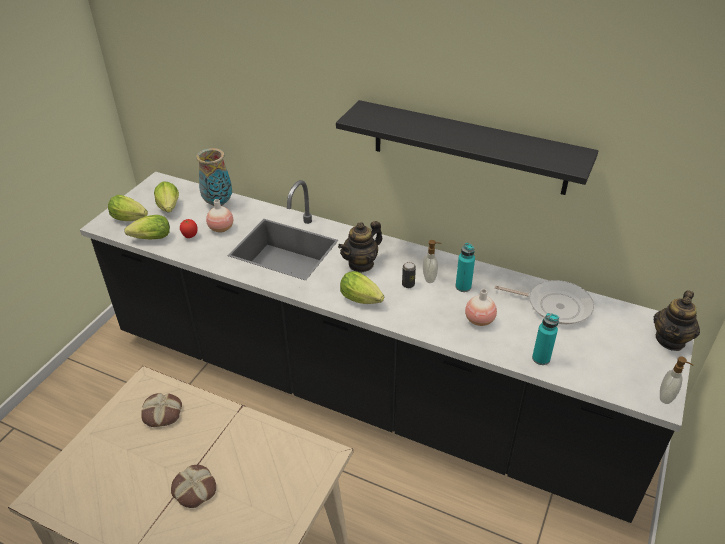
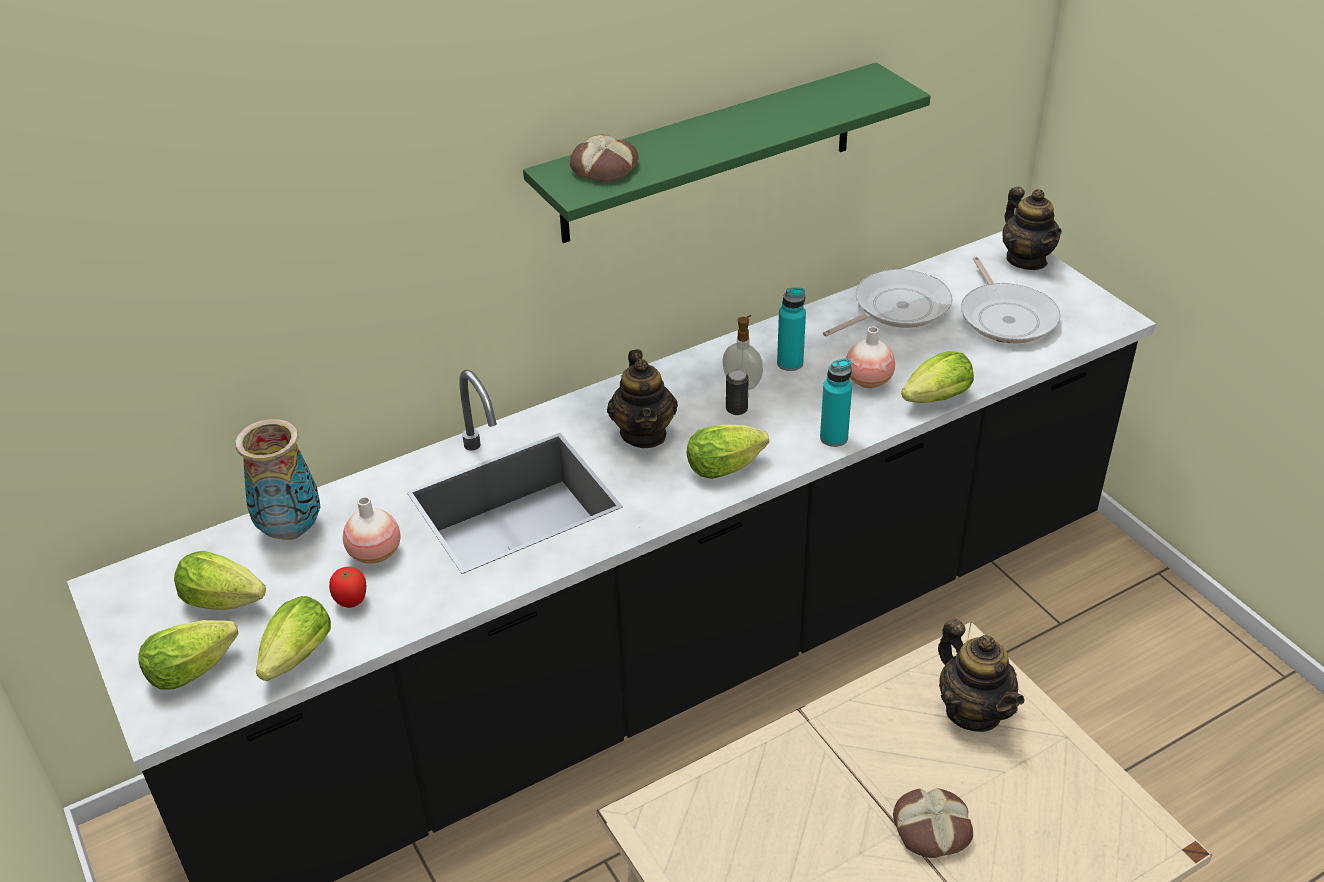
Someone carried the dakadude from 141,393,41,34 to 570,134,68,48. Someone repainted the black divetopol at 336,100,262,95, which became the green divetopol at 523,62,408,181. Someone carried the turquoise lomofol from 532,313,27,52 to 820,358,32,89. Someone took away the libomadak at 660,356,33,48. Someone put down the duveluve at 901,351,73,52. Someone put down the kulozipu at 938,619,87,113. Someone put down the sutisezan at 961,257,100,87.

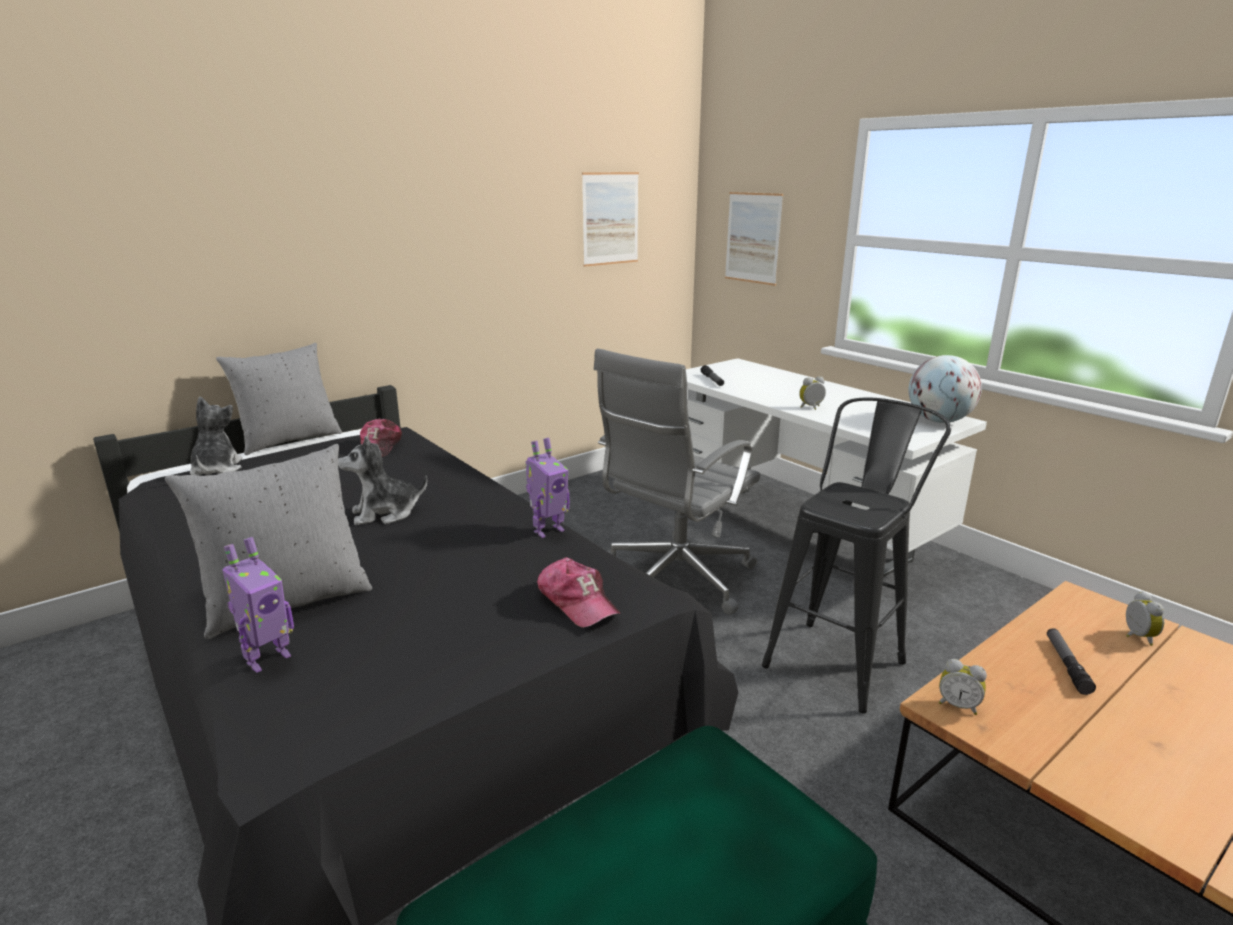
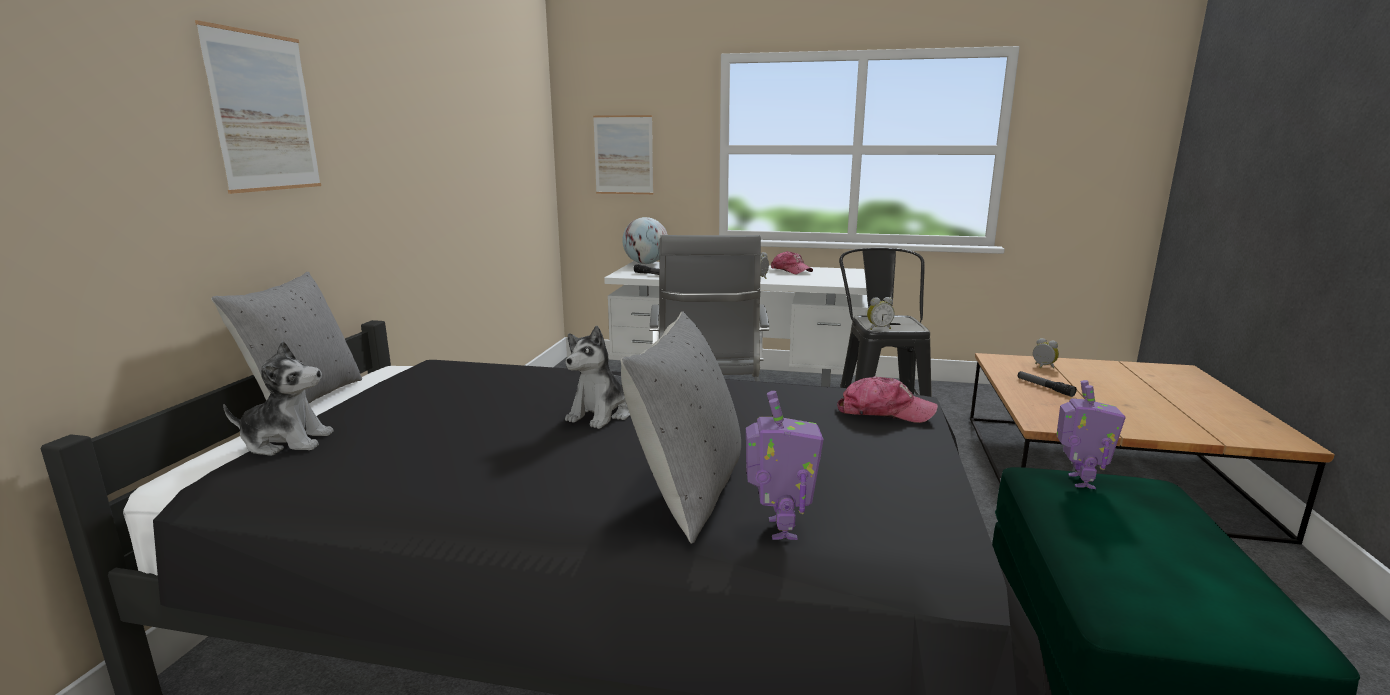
Someone rotated the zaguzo at 190,397,52,79 by 135 degrees clockwise. Someone carried the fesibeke from 360,419,42,38 to 771,251,42,23. Someone carried the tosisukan from 526,438,43,100 to 1056,380,70,109. Someone carried the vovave from 582,172,57,95 to 195,20,126,174. Someone carried the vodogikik from 908,355,74,68 to 622,217,46,47. Someone carried the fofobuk from 939,659,48,56 to 867,297,28,33.

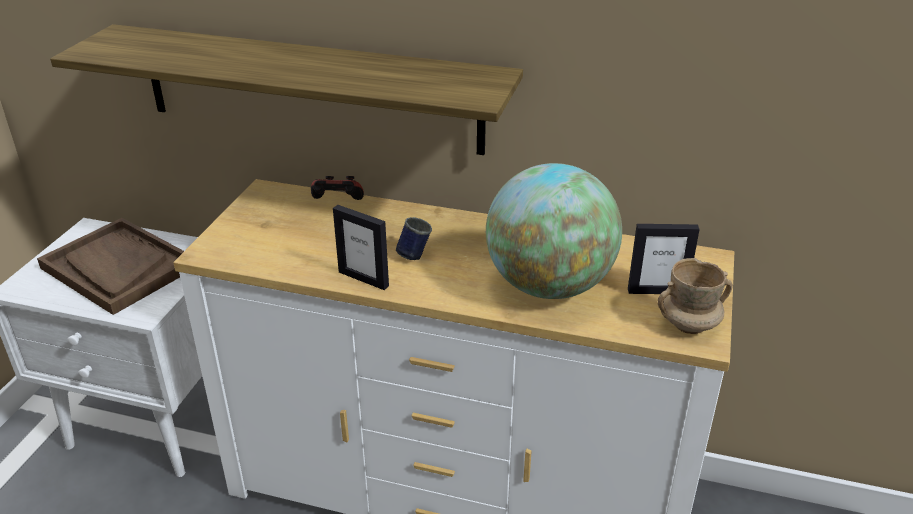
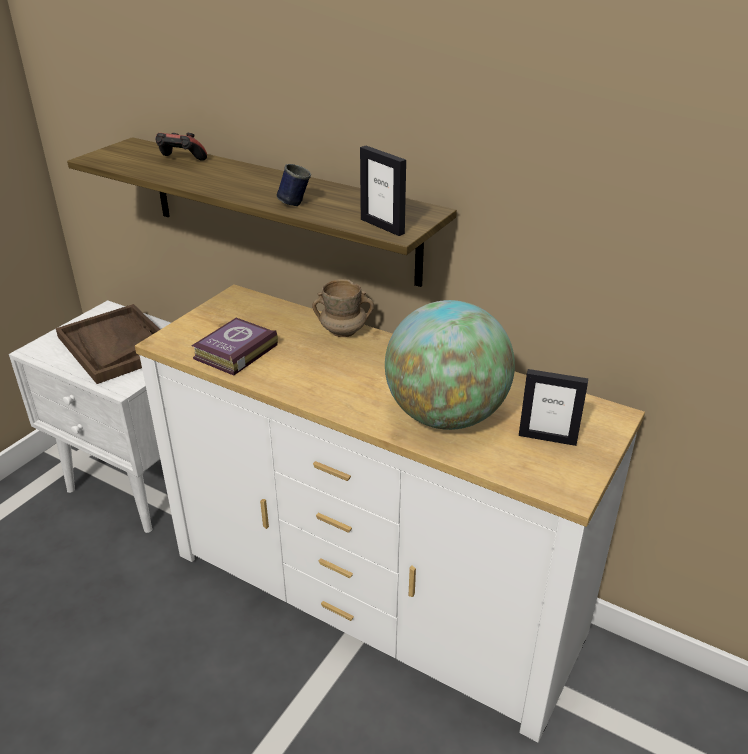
Someone carried the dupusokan from 311,176,53,24 to 155,133,52,28. Someone carried the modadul from 333,205,56,85 to 360,146,46,90. Someone carried the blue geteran from 396,217,36,43 to 277,164,34,42. Someone carried the beige geteran from 658,258,75,76 to 312,279,62,58. Someone put down the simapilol at 191,318,87,58.

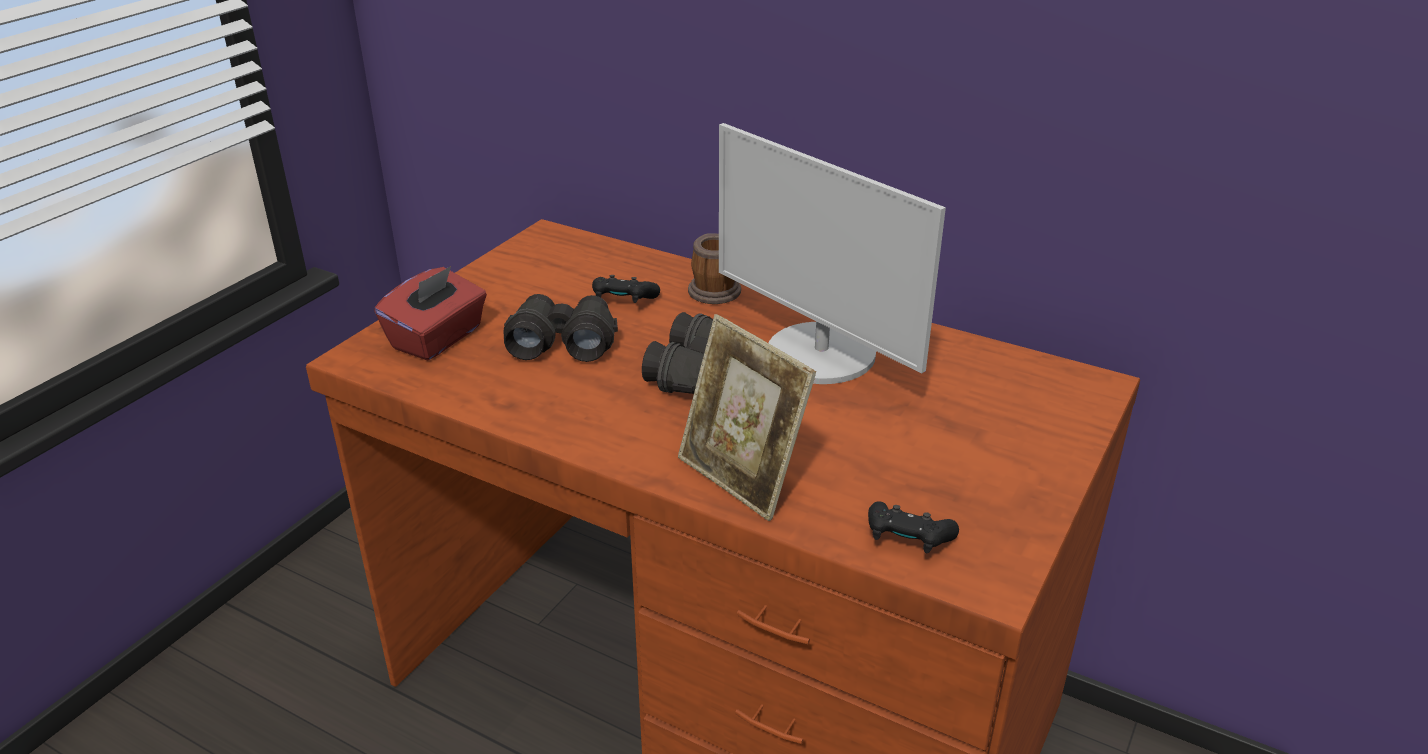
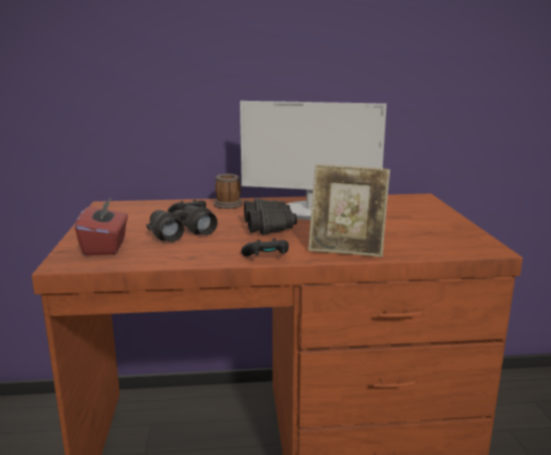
Someone carried the black dupusokan from 868,501,91,52 to 241,238,48,19.

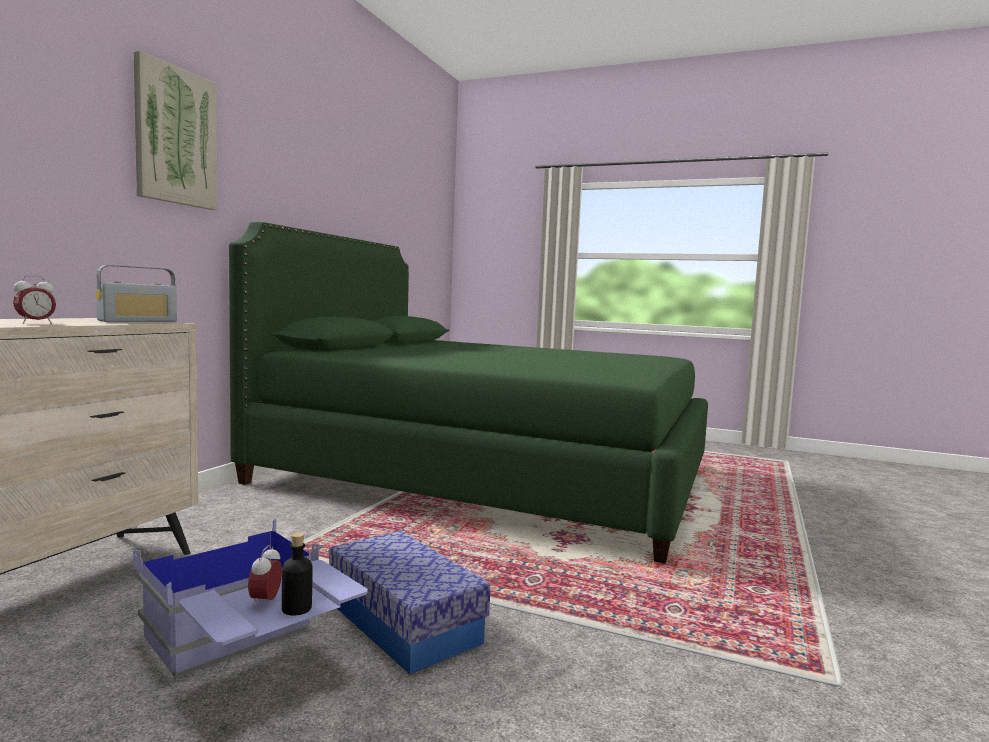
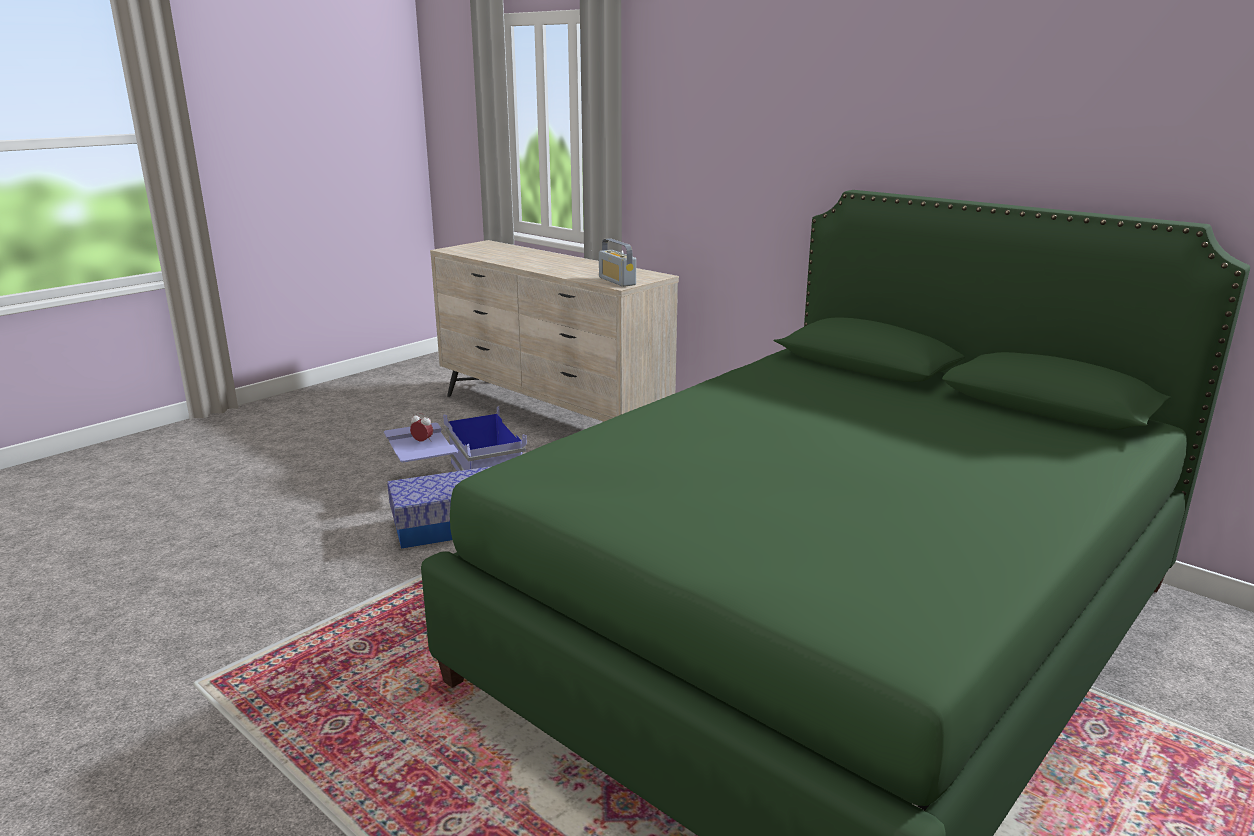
Someone took away the fofobuk at 13,275,43,49. Someone took away the vovave at 133,50,85,160. Someone took away the black lomofol at 282,532,31,84.

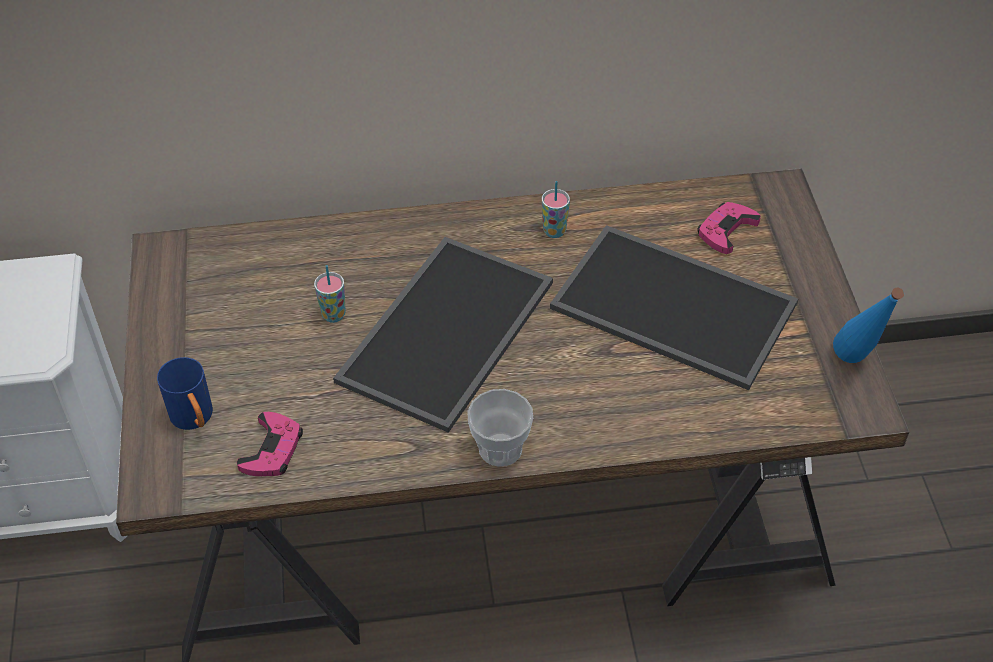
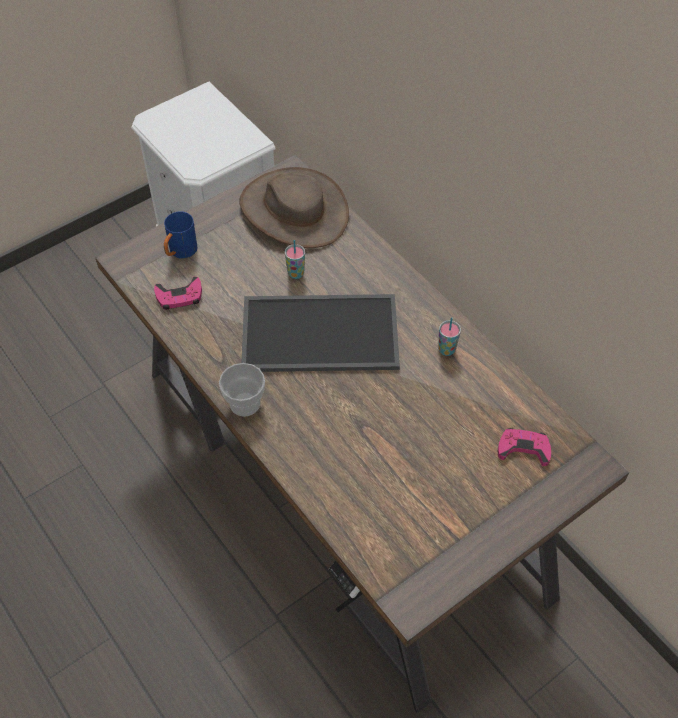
Someone took away the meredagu at 550,225,248,165. Someone took away the blue lomofol at 833,288,71,75. Someone put down the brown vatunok at 240,167,109,81.

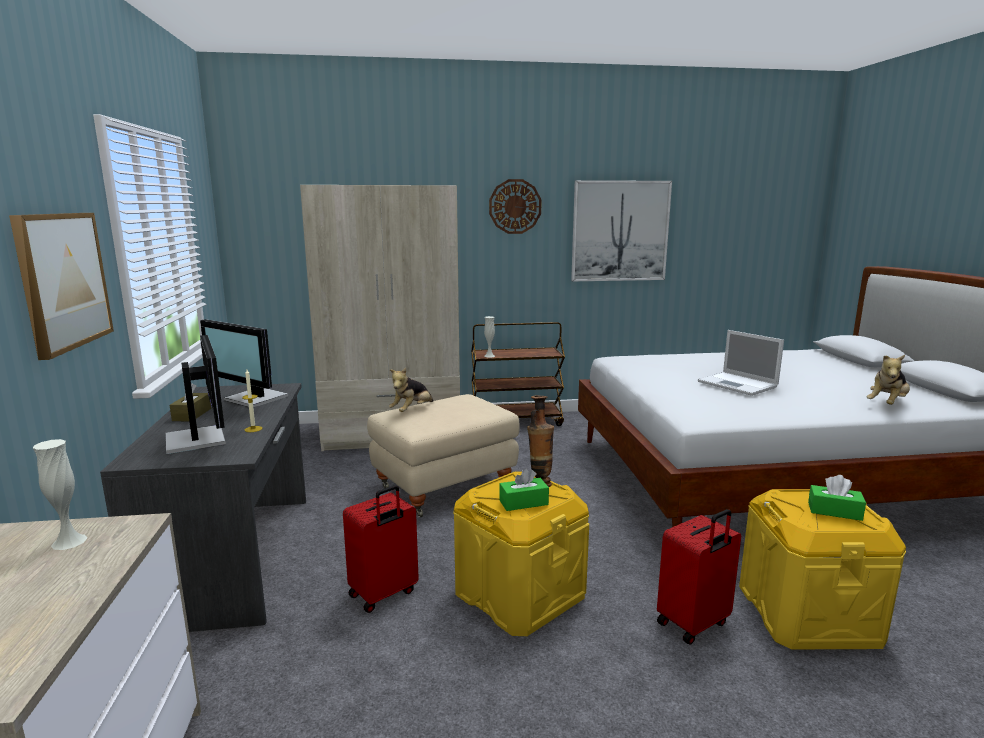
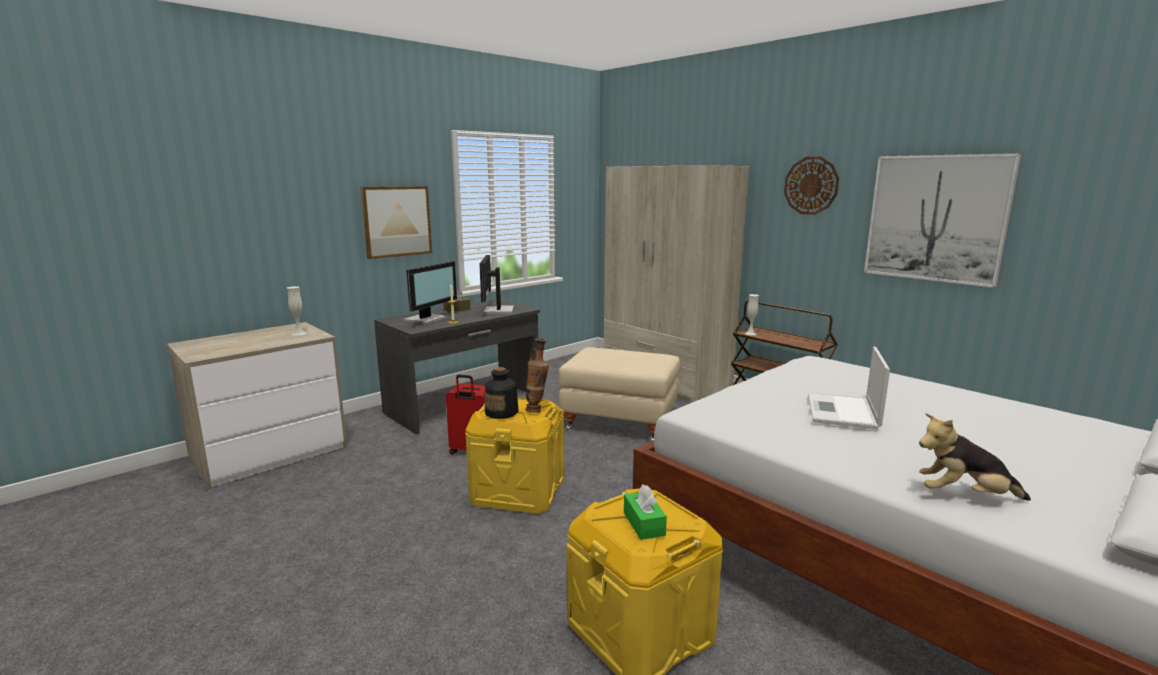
Someone took away the zaguzo at 389,368,44,44. Someone swapped the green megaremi at 499,468,50,43 for the lomofol at 485,367,34,52. Someone took away the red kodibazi at 657,509,84,136.

